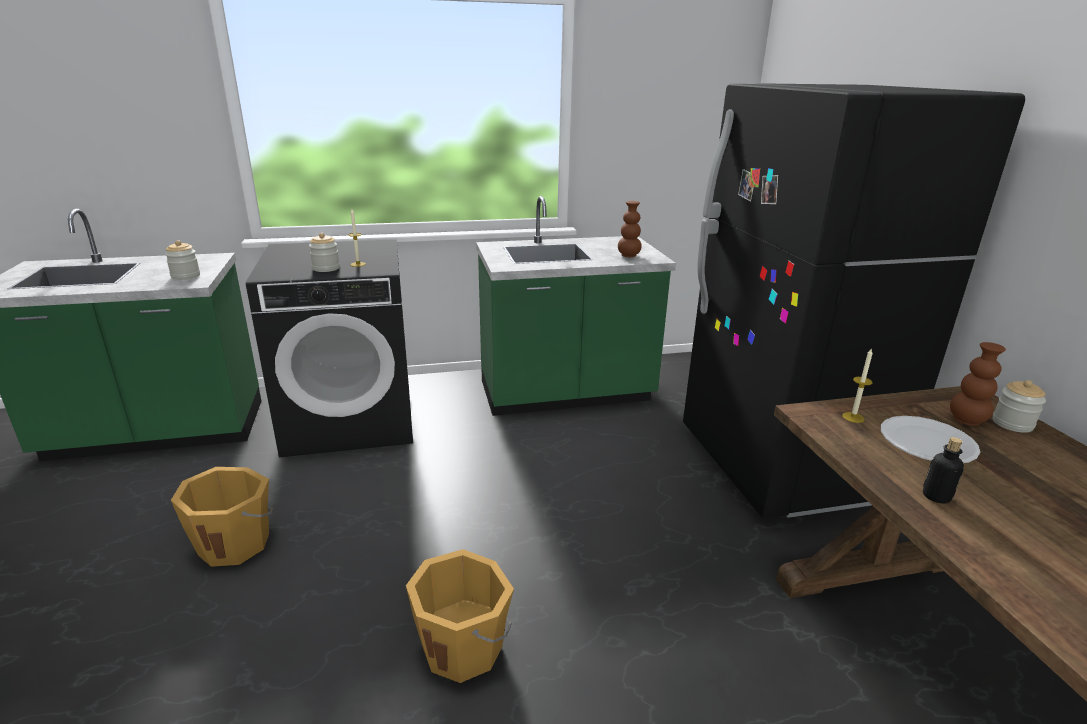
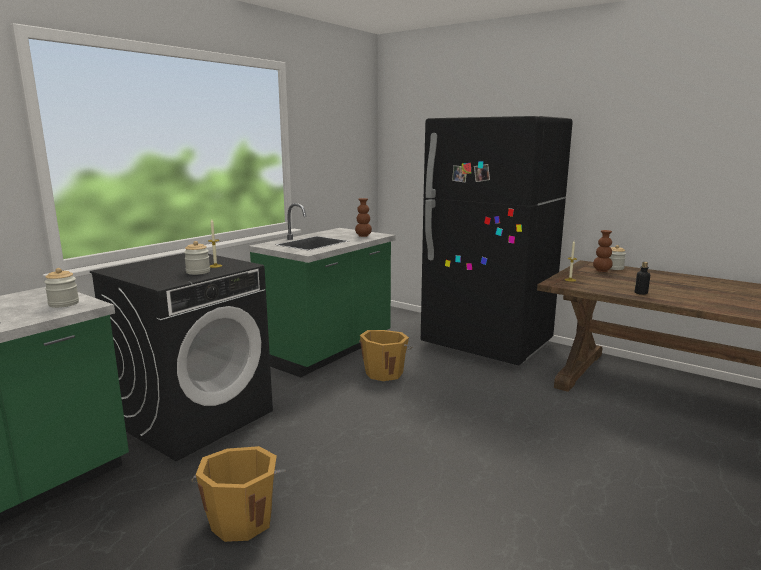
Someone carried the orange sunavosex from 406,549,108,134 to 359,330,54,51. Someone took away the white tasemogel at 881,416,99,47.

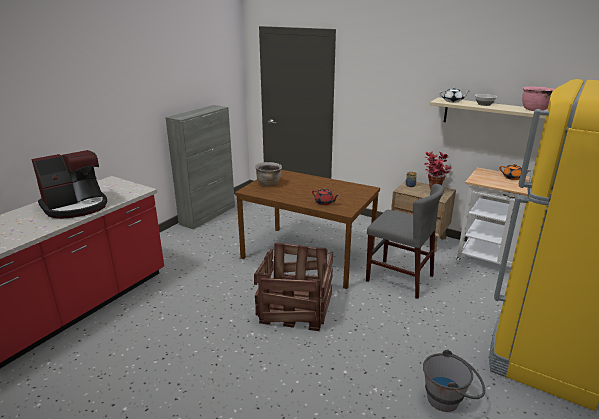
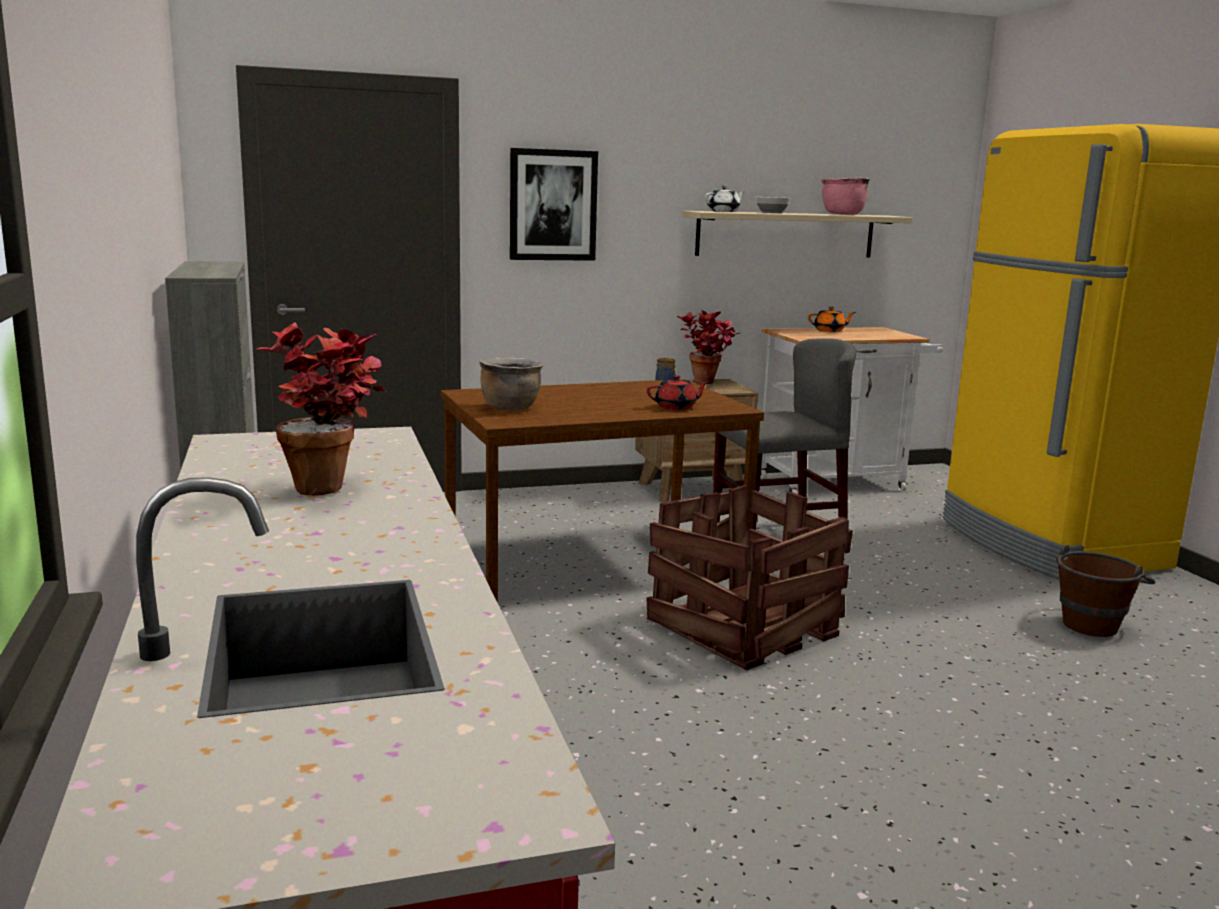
Someone swapped the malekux at 31,150,76,69 for the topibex at 257,322,129,174. Someone repainted the grey sunavosex at 423,350,62,62, which became the brown sunavosex at 1057,545,99,92. Someone put up the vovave at 510,148,88,113.

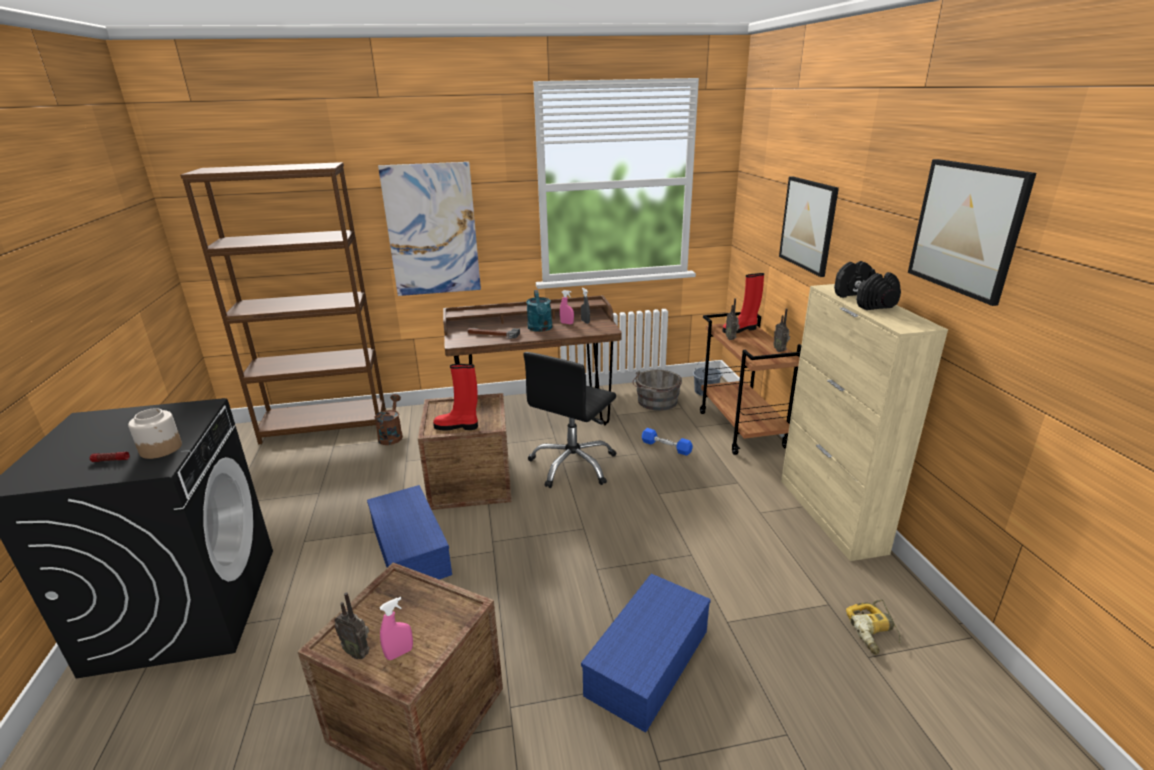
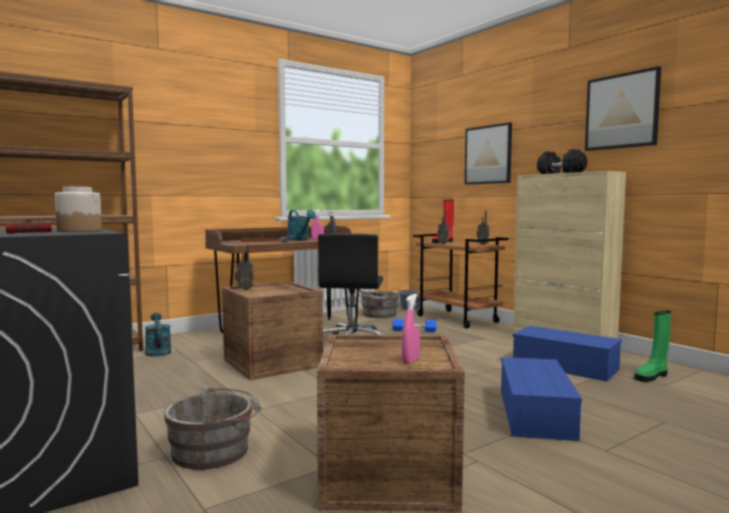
Someone carried the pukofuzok from 334,592,36,68 to 234,245,20,45. Someone carried the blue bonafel from 367,485,85,95 to 513,326,109,56. Someone repainted the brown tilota at 375,394,28,51, which became the turquoise tilota at 145,313,26,44. Someone took away the vovave at 378,162,103,134. Someone took away the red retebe at 433,364,45,67. Someone swapped the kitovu at 846,600,55,54 for the green retebe at 634,311,37,71. Someone put down the grey sunavosex at 164,386,97,84.

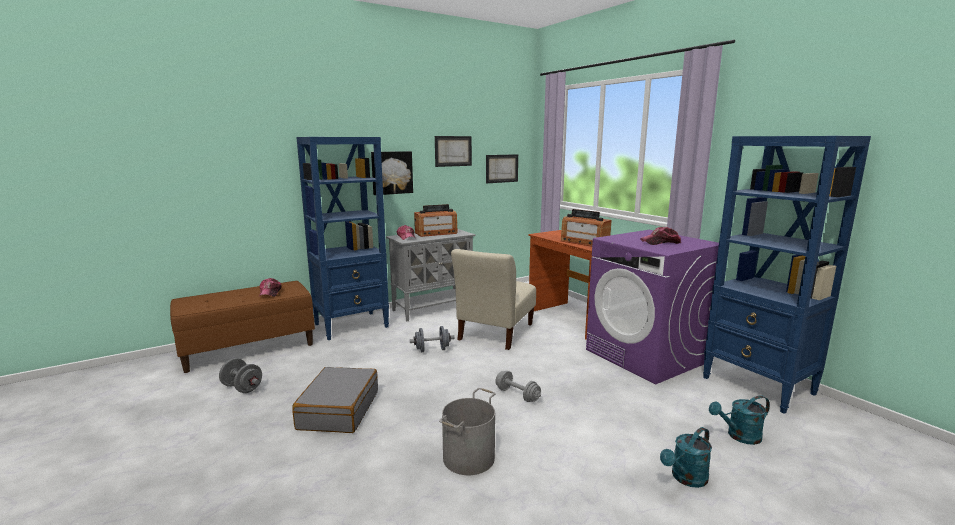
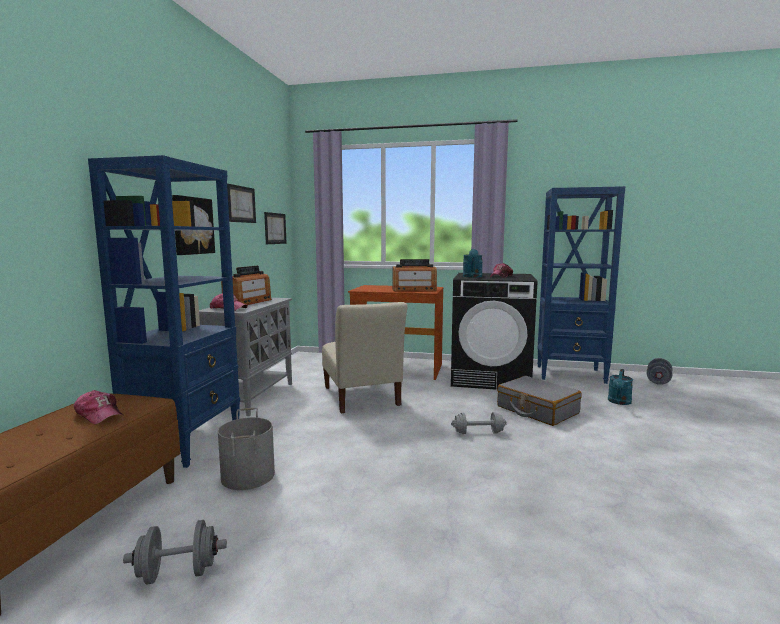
Someone carried the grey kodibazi from 292,367,86,66 to 497,376,84,50. Someone carried the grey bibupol from 410,326,44,26 to 647,358,25,27. Someone carried the grey sunavosex from 439,388,57,87 to 218,408,57,82. Someone repainted the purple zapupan at 586,230,133,154, which became the black zapupan at 451,273,87,117. Someone carried the turquoise tilota from 660,427,52,61 to 463,249,20,29.

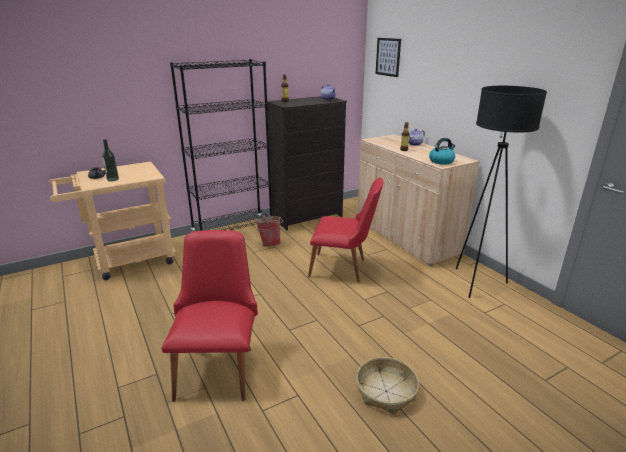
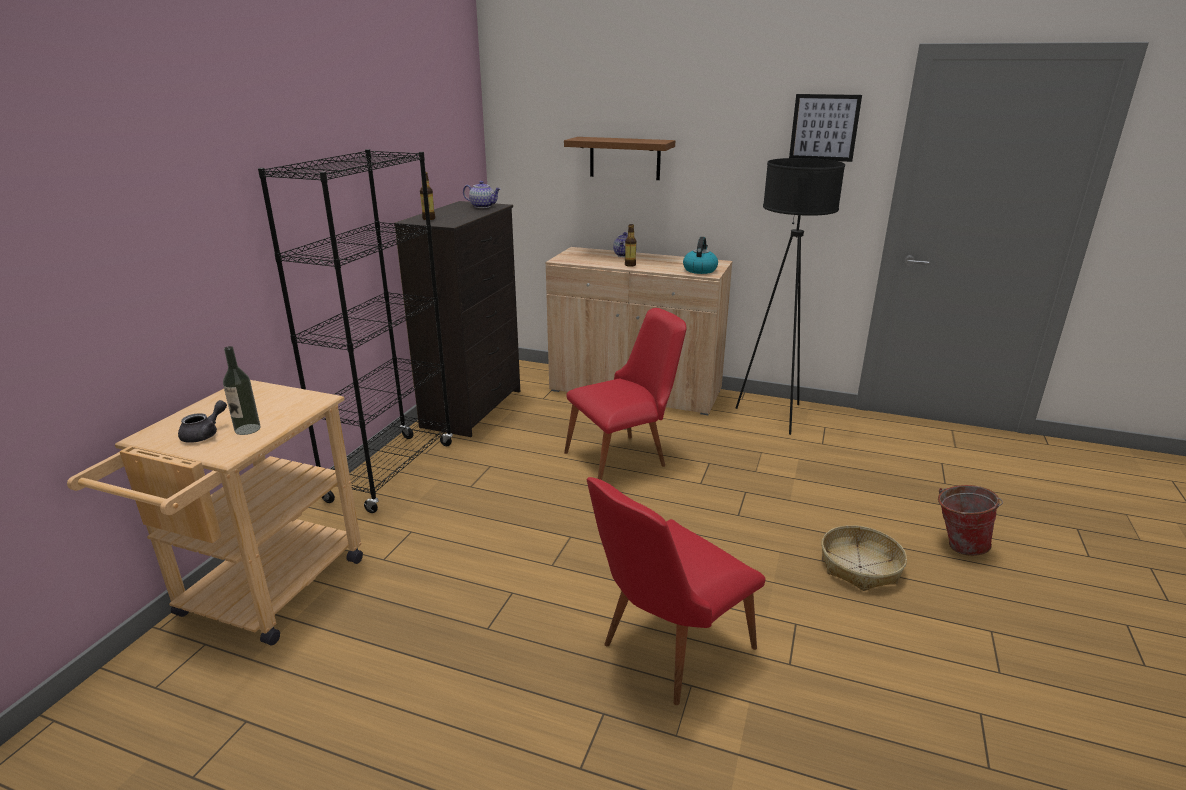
Someone rotated the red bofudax at 162,230,96,172 by 90 degrees counterclockwise. Someone carried the sunavosex from 255,215,28,32 to 938,485,65,71. Someone carried the vovave from 375,38,26,39 to 789,94,73,68. Someone put up the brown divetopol at 564,137,111,43.

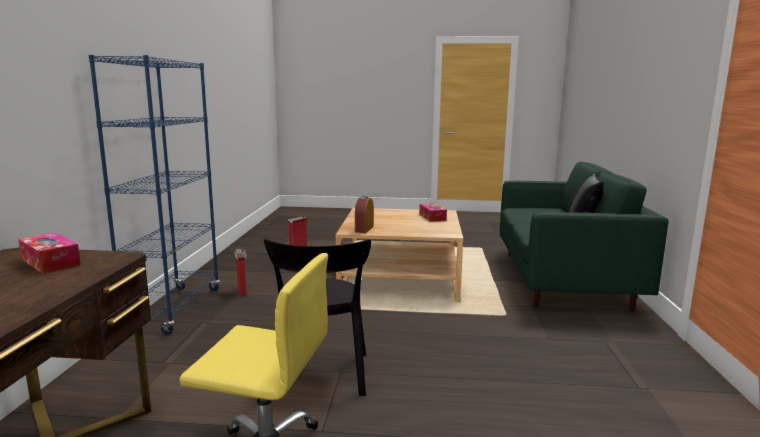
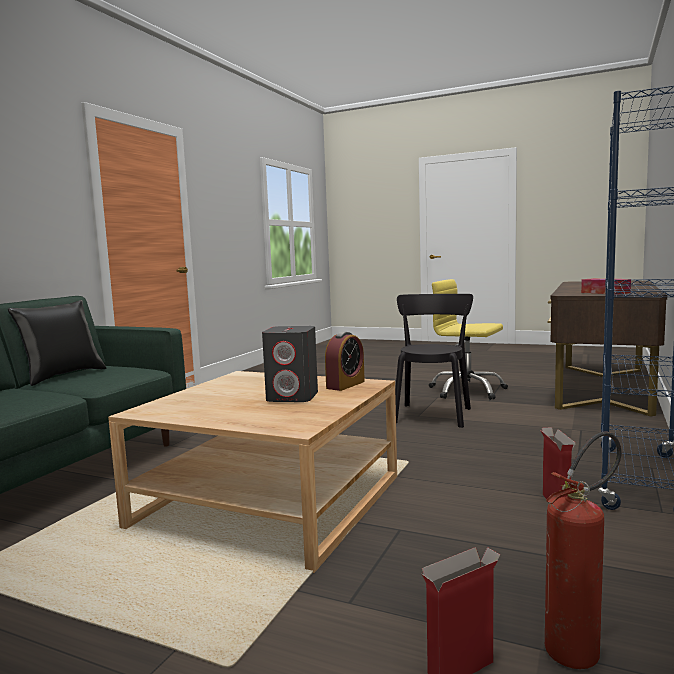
Someone took away the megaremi at 419,203,28,19. Someone put down the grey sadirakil at 262,326,56,76. Someone put down the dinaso at 545,432,77,237.

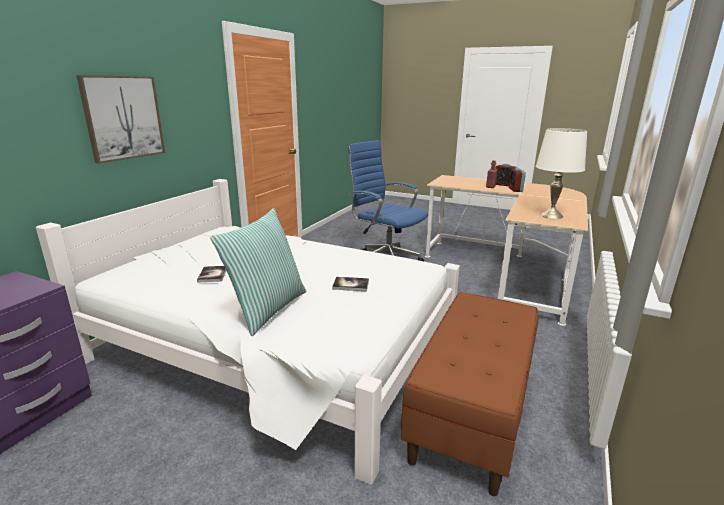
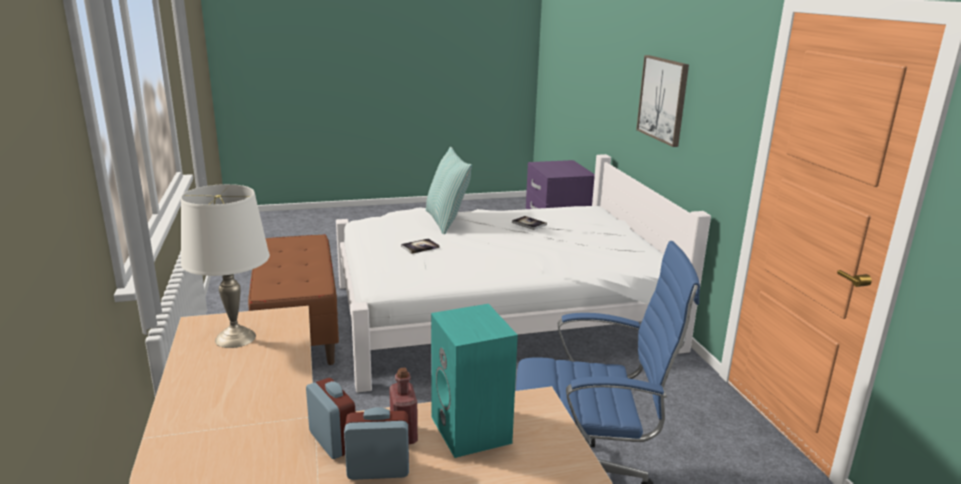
Someone put down the turquoise sadirakil at 431,304,87,154.

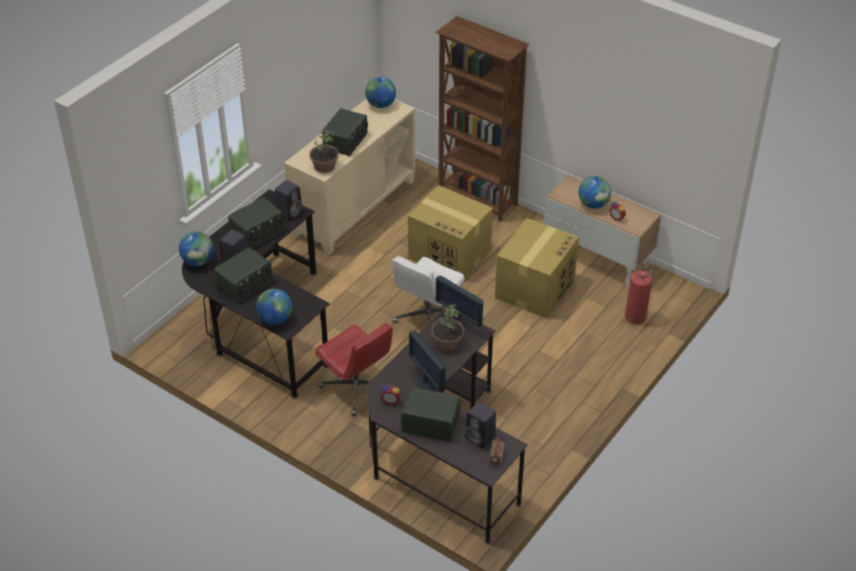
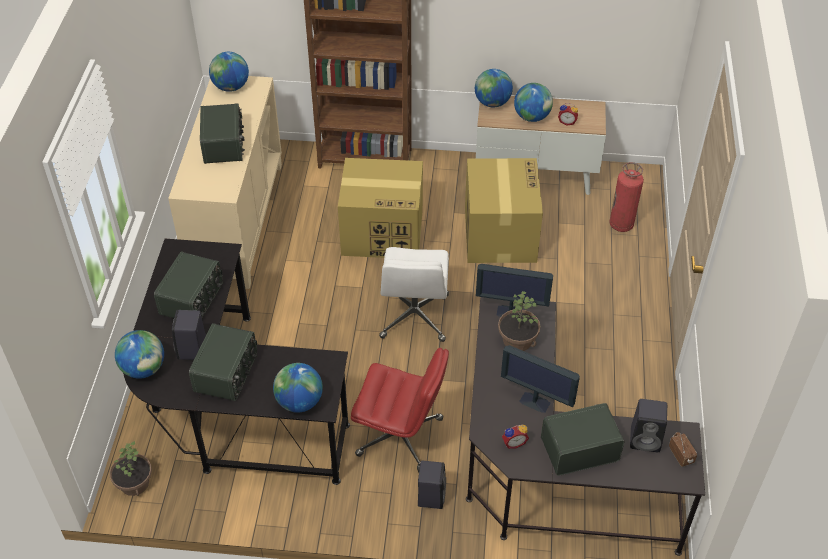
Someone carried the black sadirakil from 275,180,27,41 to 418,461,28,48. Someone carried the topibex from 310,131,29,42 to 109,441,43,55. Someone put down the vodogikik at 475,69,38,38.

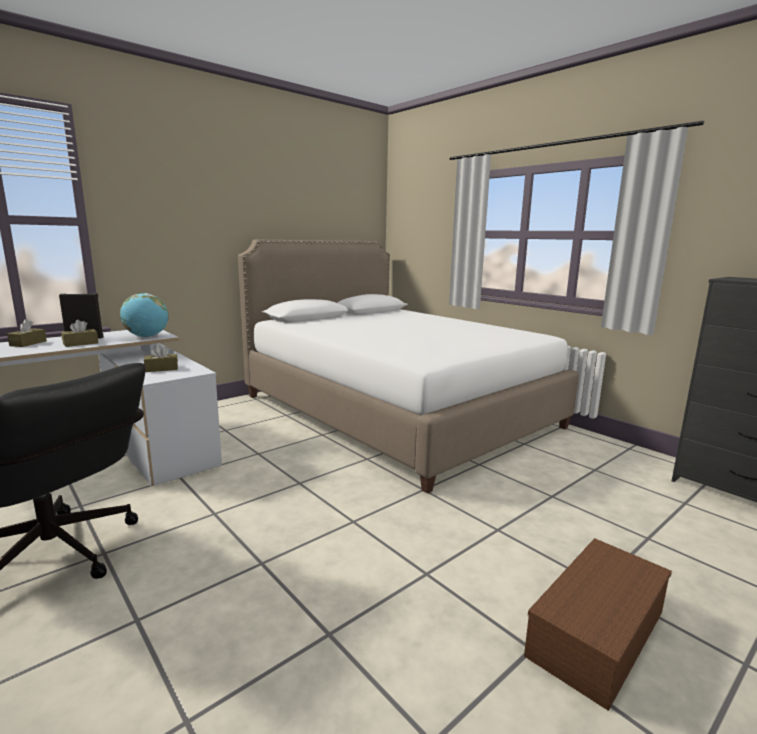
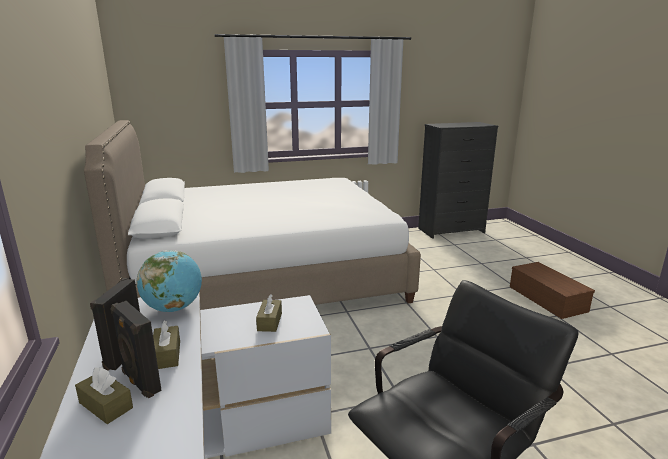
Someone put down the black sadirakil at 111,301,51,97.

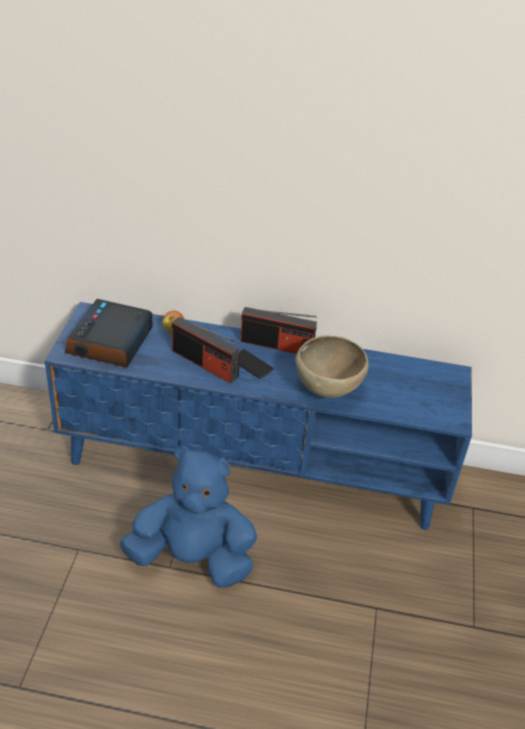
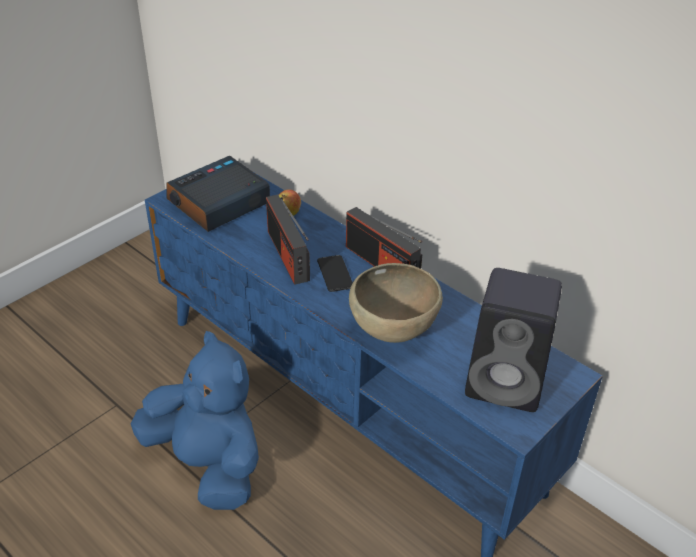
Someone put down the black sadirakil at 465,268,97,144.

